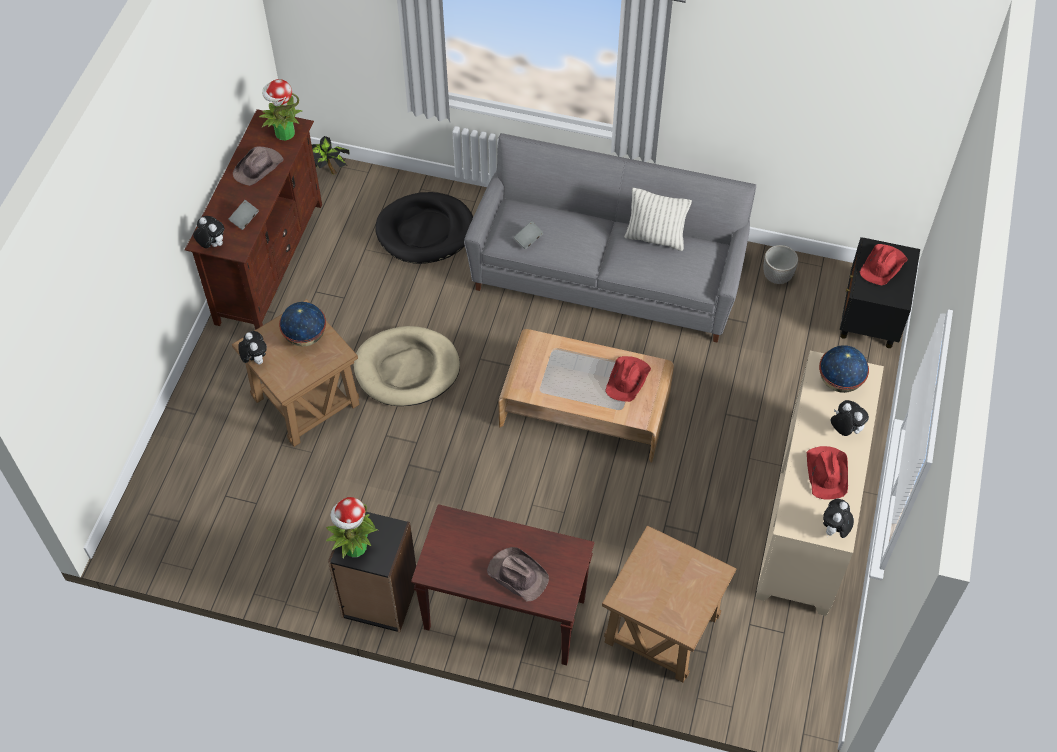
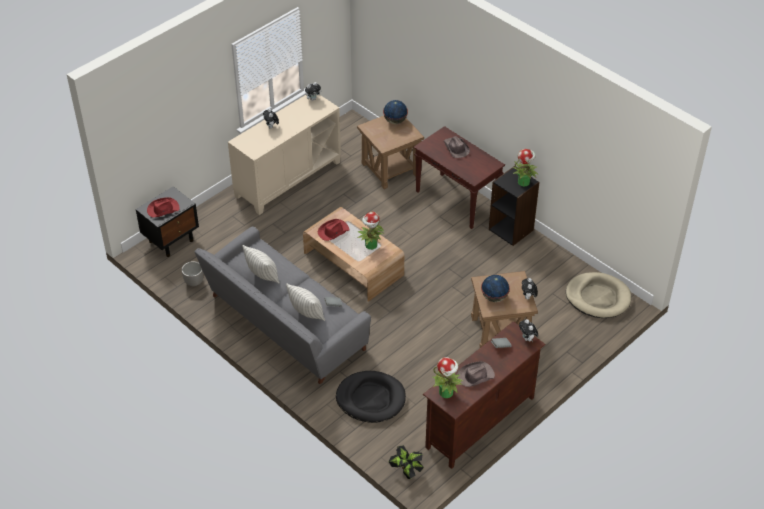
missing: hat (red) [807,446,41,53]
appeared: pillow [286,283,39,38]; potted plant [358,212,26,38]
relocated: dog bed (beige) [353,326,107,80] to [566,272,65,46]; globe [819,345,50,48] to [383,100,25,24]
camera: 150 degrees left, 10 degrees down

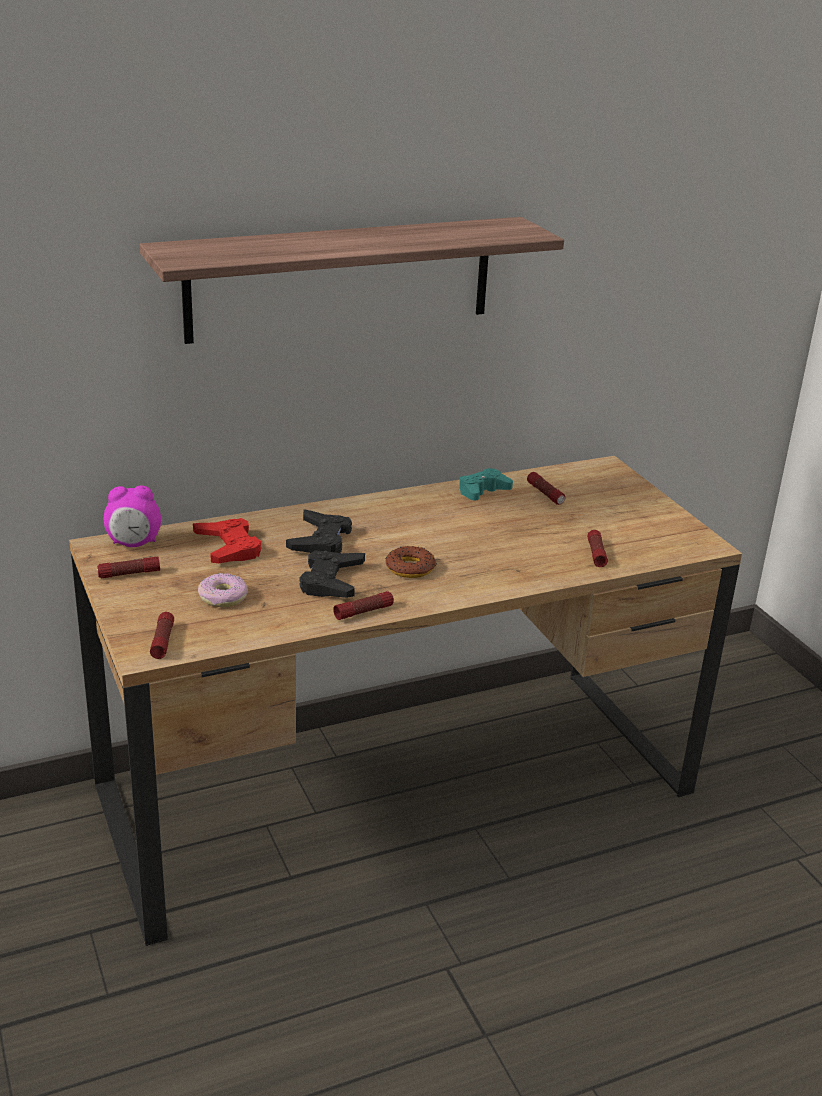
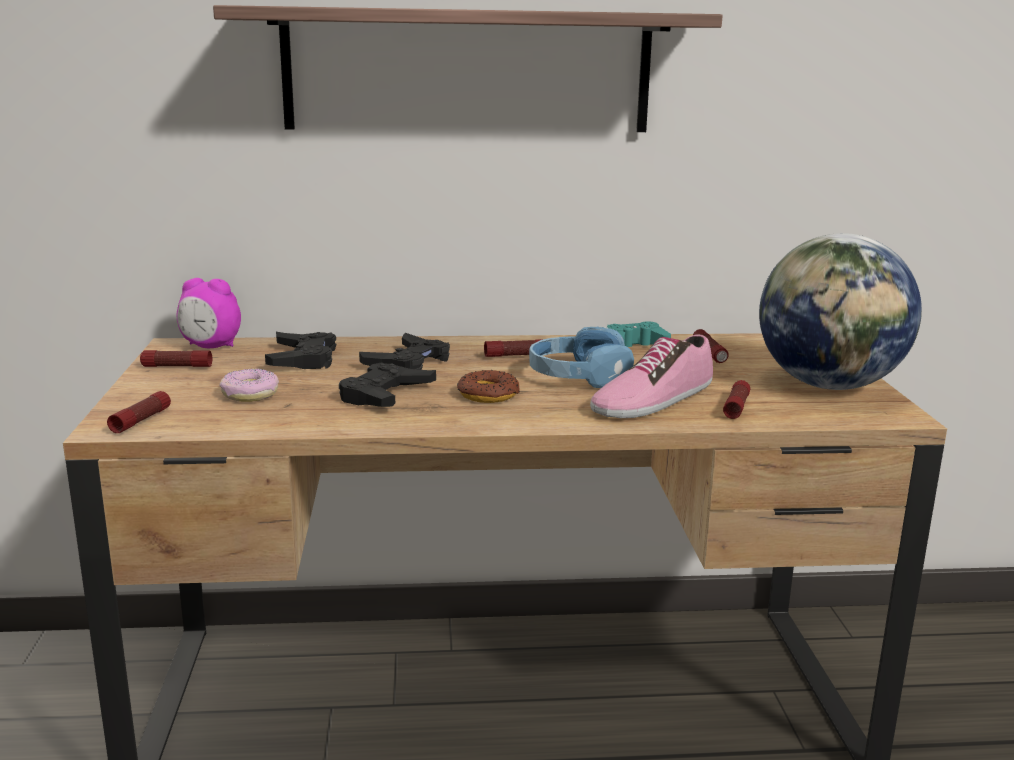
appeared: headphones (blue) [529,326,105,62]; shoe [590,334,123,84]; globe [759,233,163,157]
relocated: flashlight [333,591,61,29] to [484,339,59,18]
colour: game controller (red) [193,518,68,45] to game controller (black) [265,332,71,37]
camera: 20 degrees right, 10 degrees down

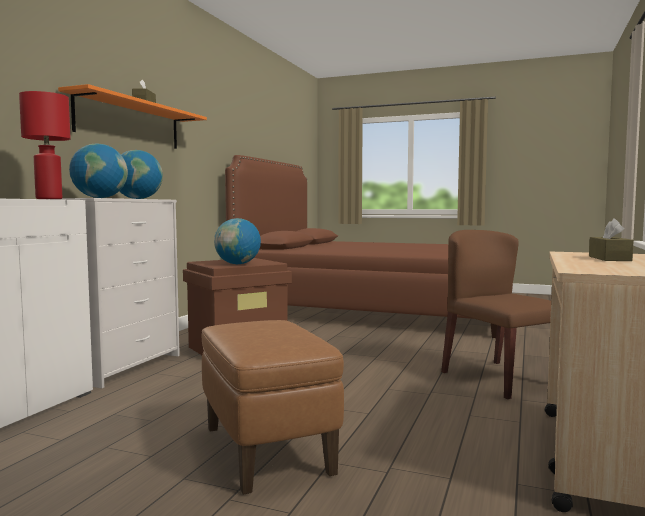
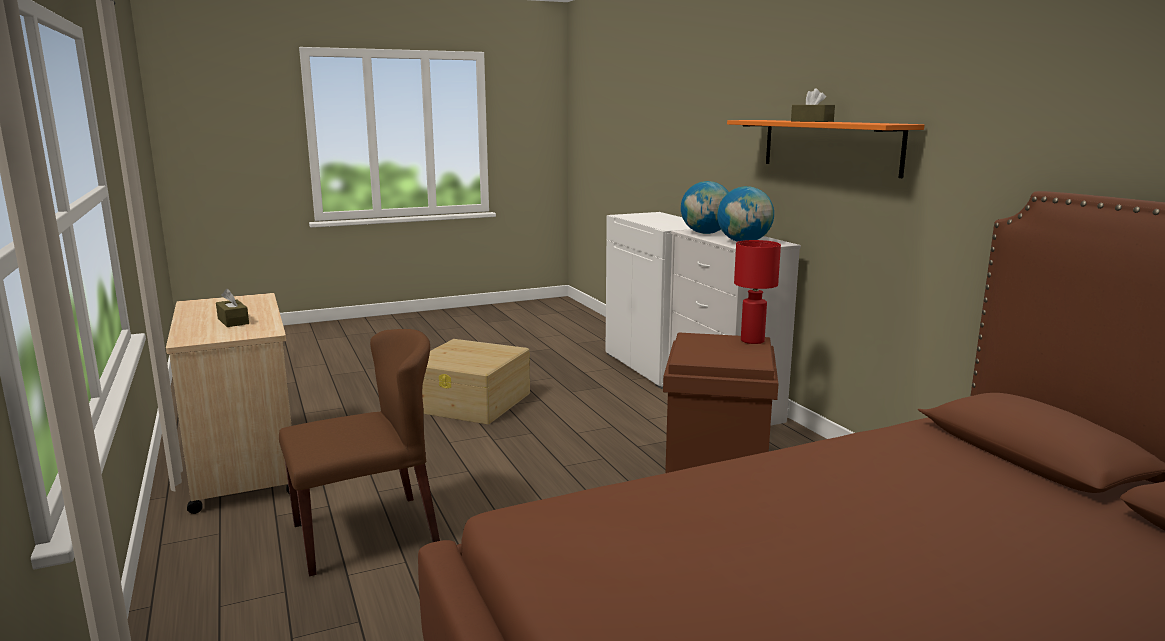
missing: globe [214,218,47,46]
relocated: table lamp (red) [19,91,52,108] to [734,240,47,104]
exchanged: ottoman (brown) [202,320,142,175] to storage box (beige) [422,339,108,85]
spun: chair (brown) [441,230,110,169] = [279,329,161,247] 45 degrees counterclockwise
camera: 135 degrees right, 10 degrees up

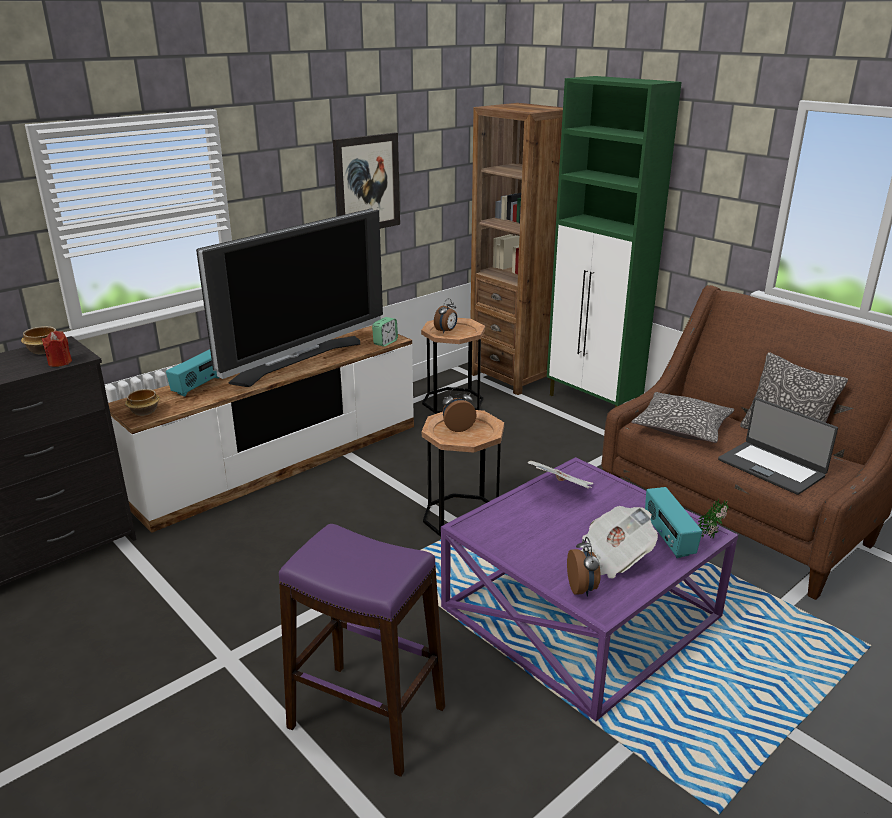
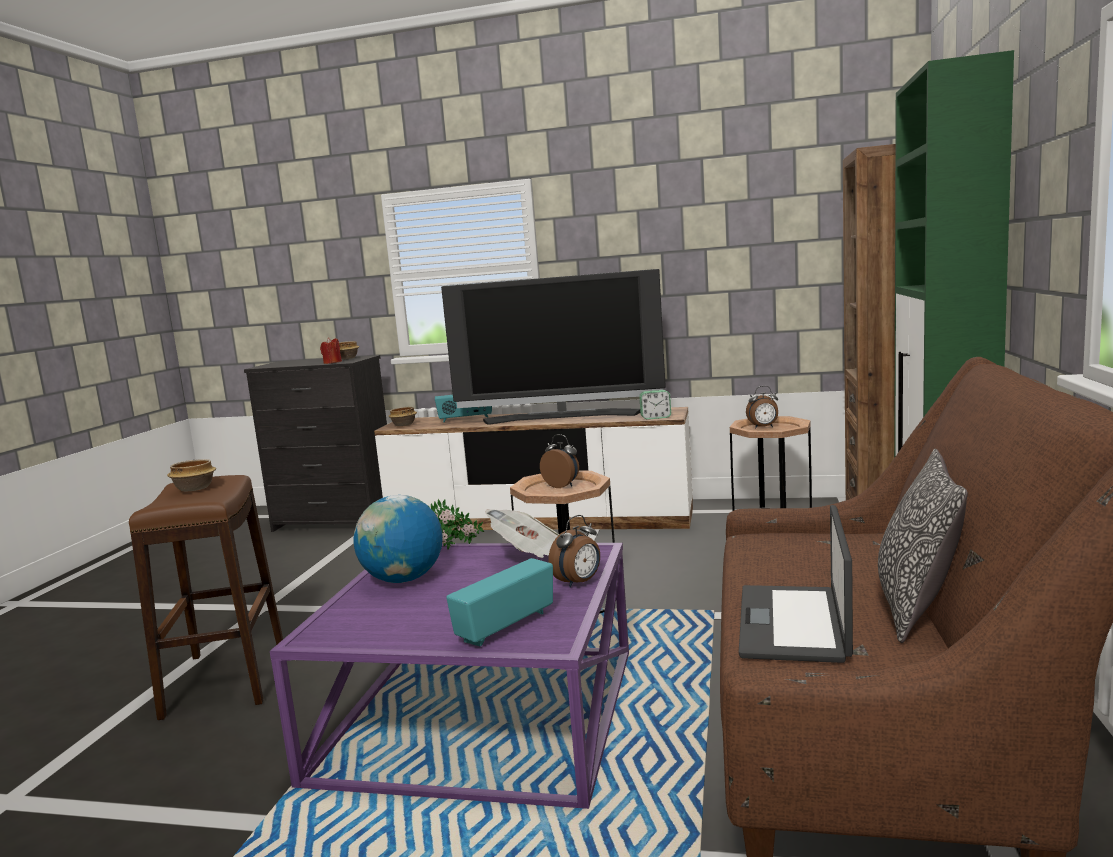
missing: picture [333,133,67,96]; newspaper [581,506,77,73]; pillow [631,392,104,51]
appeared: bowl [167,459,49,32]; globe [354,495,89,88]
relocated: alarm clock [567,537,34,60] to [548,515,52,73]; potted plant [698,499,31,39] to [431,499,53,51]
colour: stool (purple) [279,524,166,253] to stool (brown) [129,475,154,245]
camera: 55 degrees right, 15 degrees down

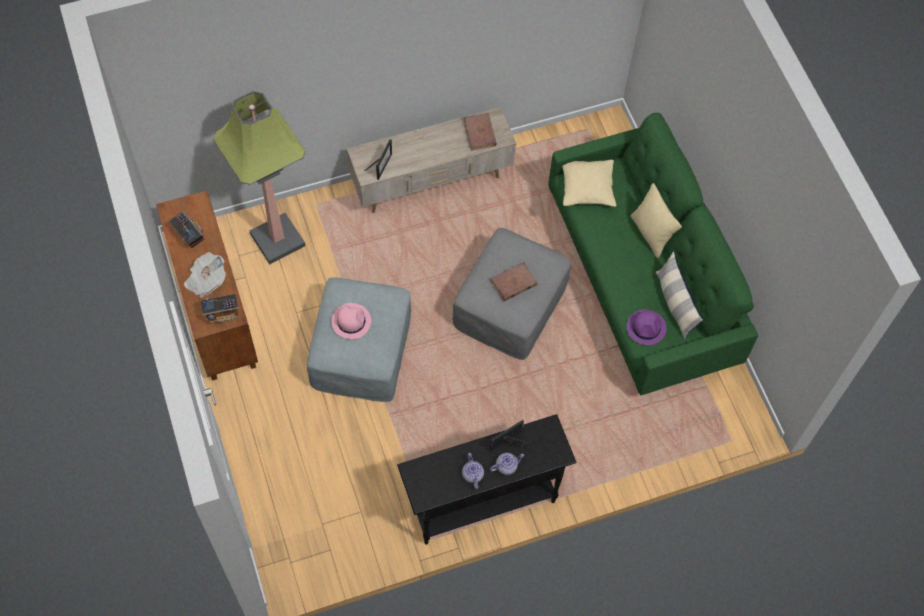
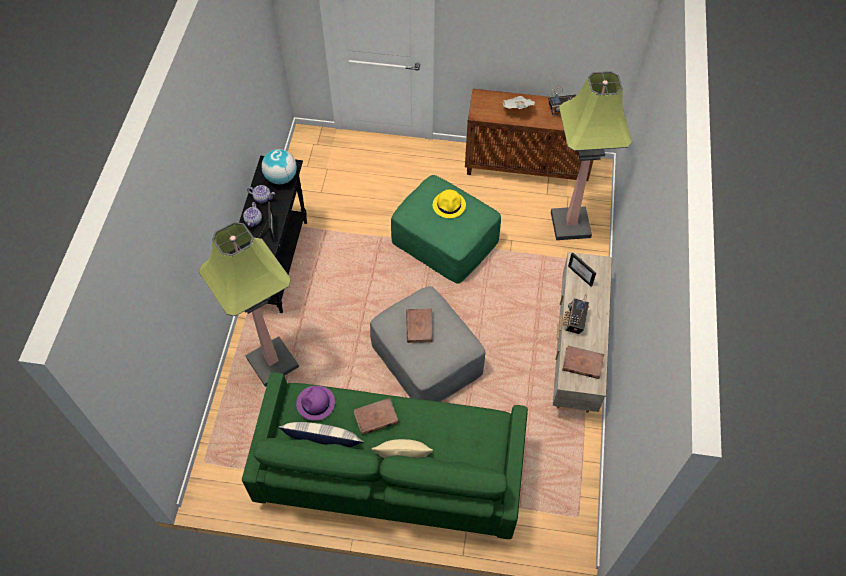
missing: pillow (beige) [562,160,55,47]
appeared: floor lamp [199,222,100,165]; globe [261,149,36,36]; book (brown) [353,398,46,37]
relocated: radio [199,292,40,32] to [563,293,26,41]
colour: ottoman (grey) [307,277,104,125] to ottoman (green) [391,175,110,109]; hat (pink) [331,303,40,36] to hat (yellow) [433,190,33,28]
camera: 120 degrees right, 5 degrees down

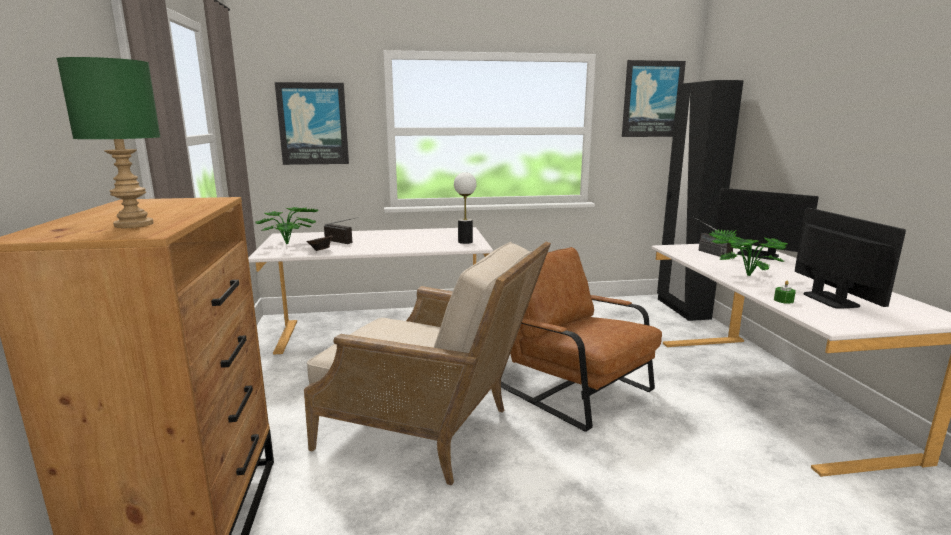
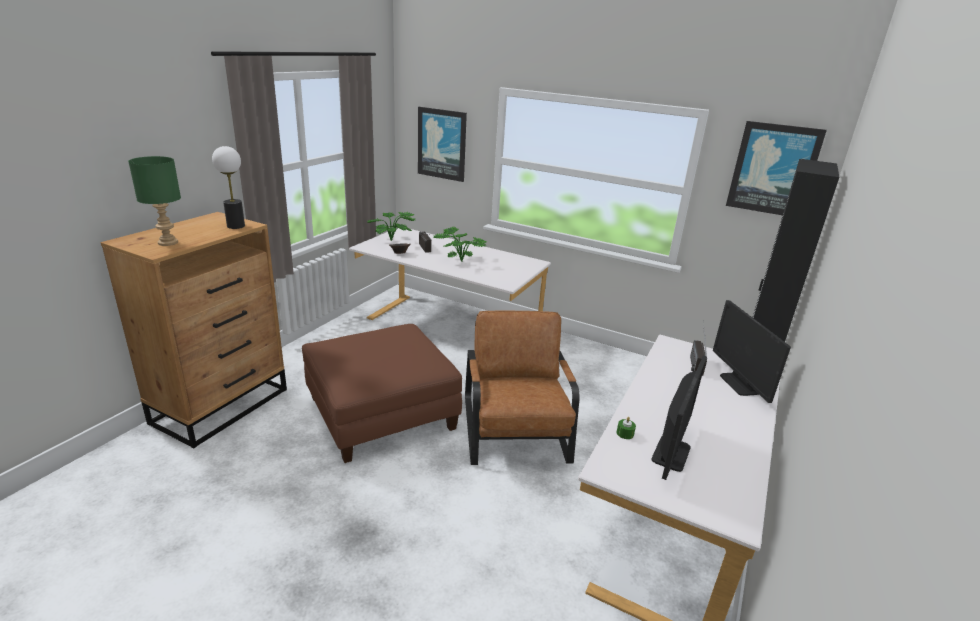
relocated: table lamp [454,172,23,72] to [212,146,33,83]; potted plant [709,229,79,47] to [433,226,53,36]
exchanged: armchair (beige) [304,241,247,244] to ottoman (brown) [302,324,160,139]
camera: 35 degrees right, 10 degrees up

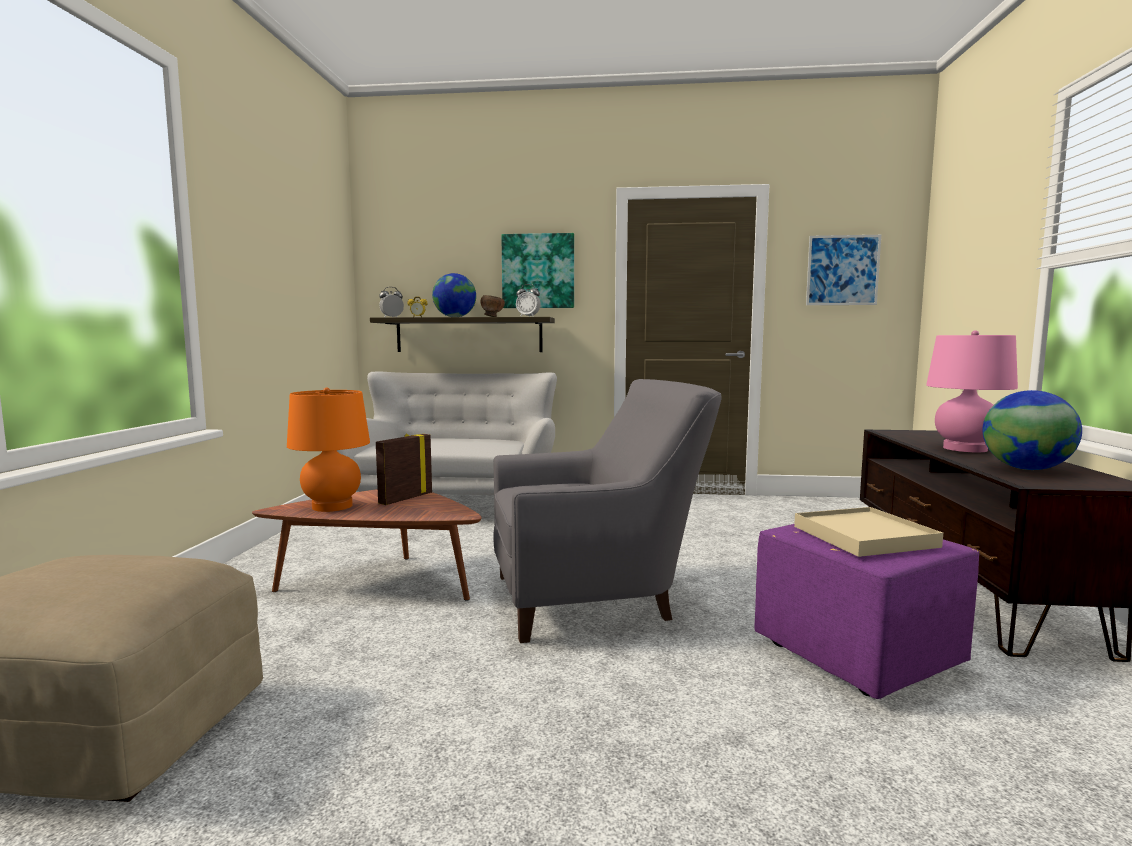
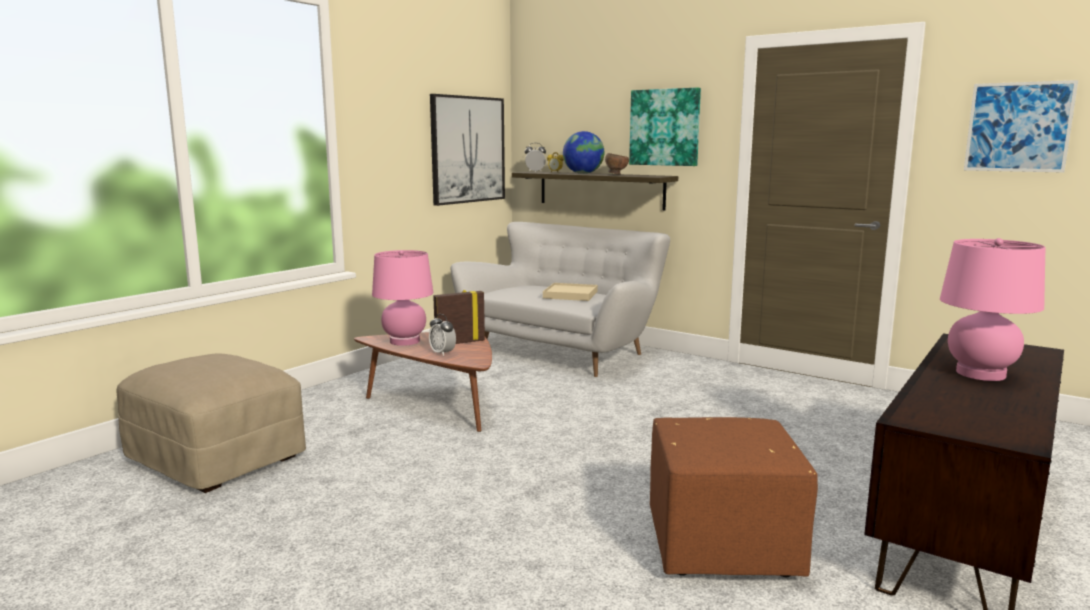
missing: armchair (grey) [493,379,229,264]; globe [983,390,99,80]
appeared: picture [430,94,75,112]
relocated: alarm clock [516,284,25,33] to [429,314,27,42]; tray (beige) [794,507,149,50] to [543,283,55,18]
colour: table lamp (orange) [287,388,83,124] to table lamp (pink) [372,250,61,96]; ottoman (purple) [754,524,225,175] to ottoman (brown) [650,417,168,160]
camera: 30 degrees right, 5 degrees up

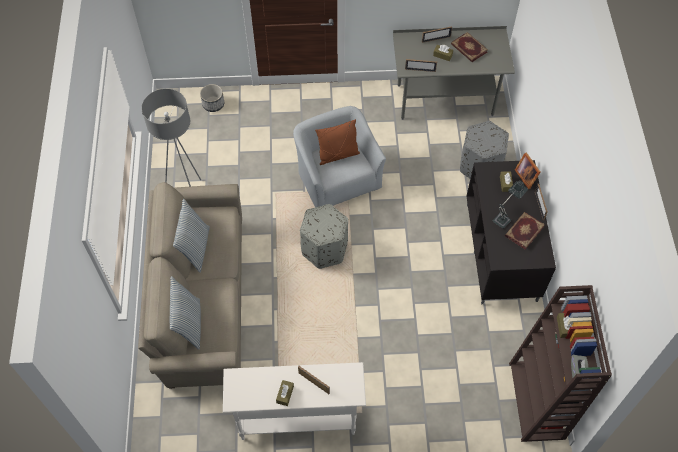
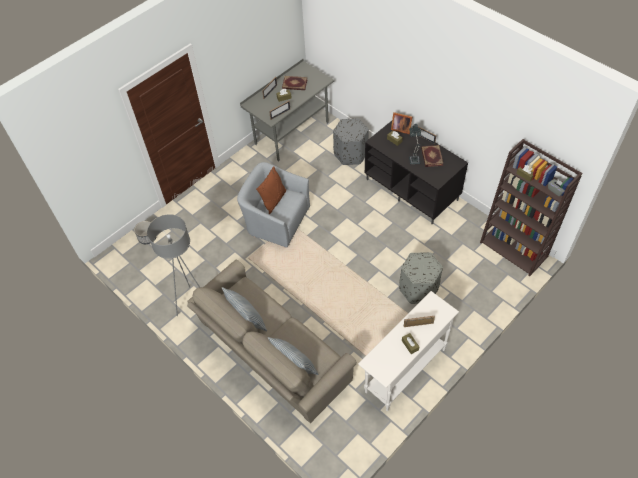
relocated: ottoman (grey) [300,204,48,65] to [399,252,44,52]
camera: 40 degrees left, 5 degrees down

